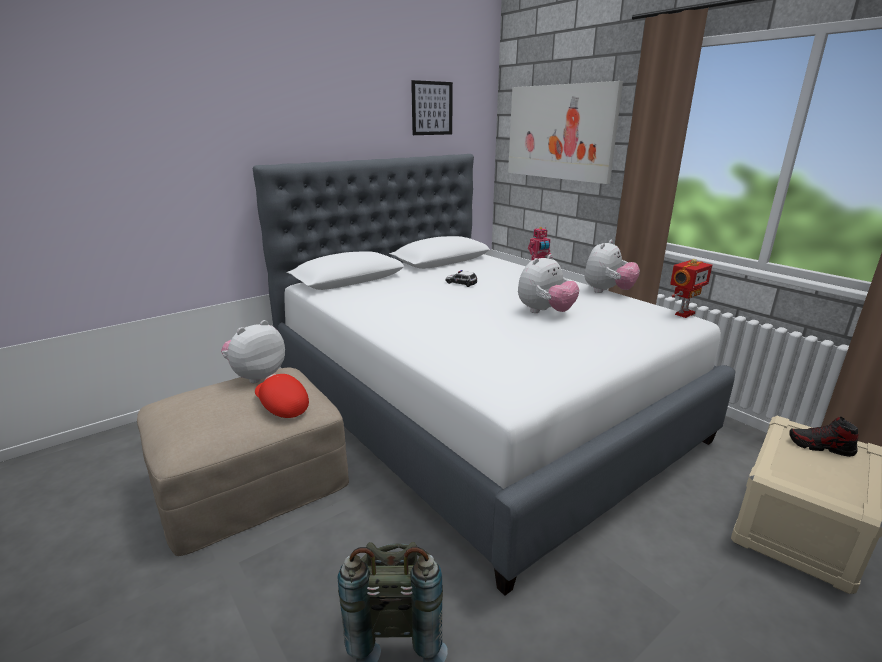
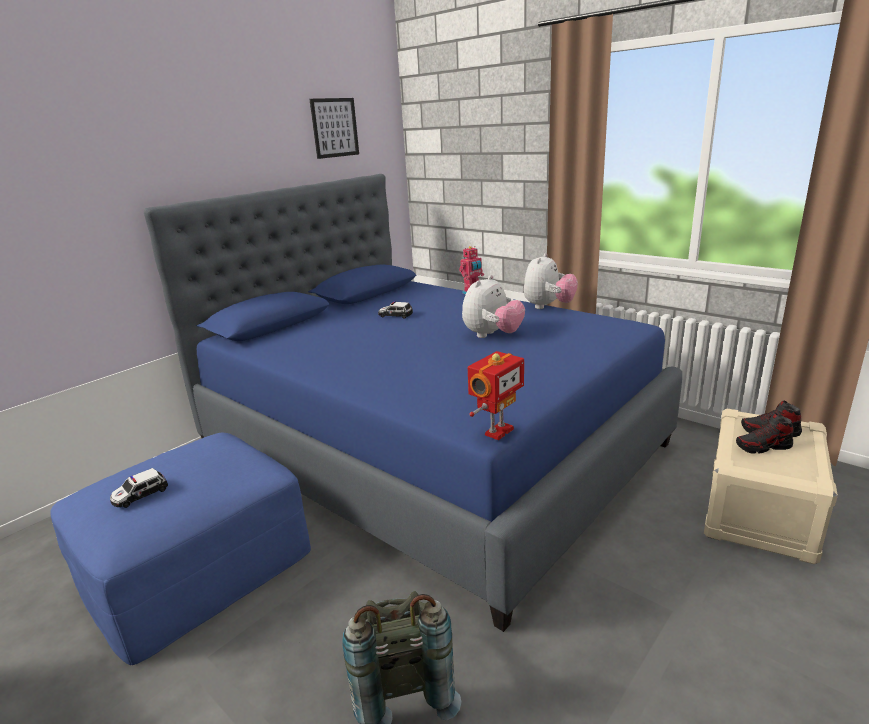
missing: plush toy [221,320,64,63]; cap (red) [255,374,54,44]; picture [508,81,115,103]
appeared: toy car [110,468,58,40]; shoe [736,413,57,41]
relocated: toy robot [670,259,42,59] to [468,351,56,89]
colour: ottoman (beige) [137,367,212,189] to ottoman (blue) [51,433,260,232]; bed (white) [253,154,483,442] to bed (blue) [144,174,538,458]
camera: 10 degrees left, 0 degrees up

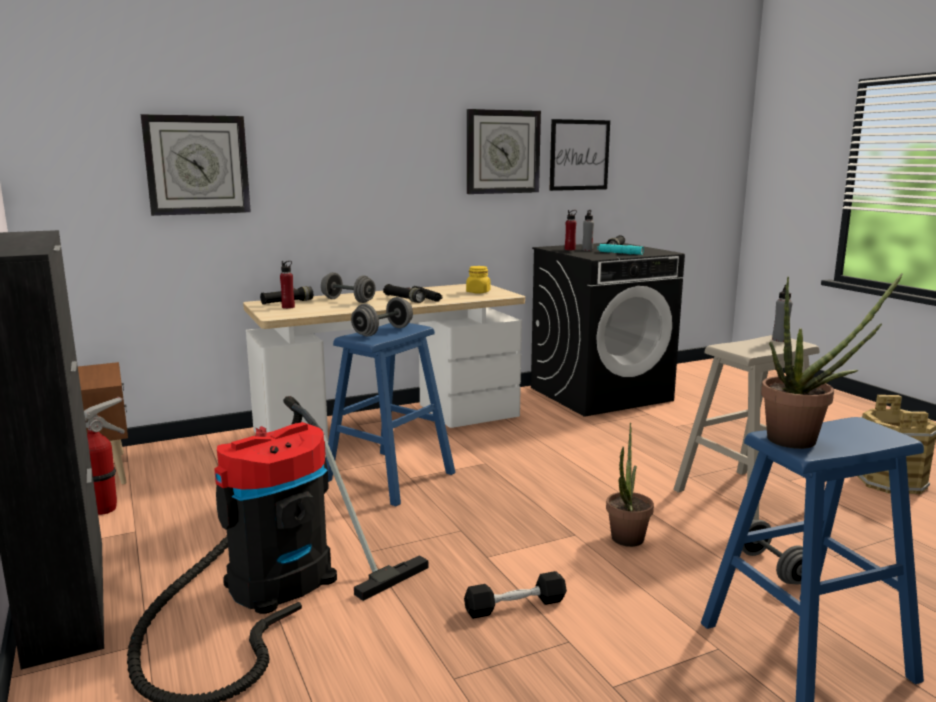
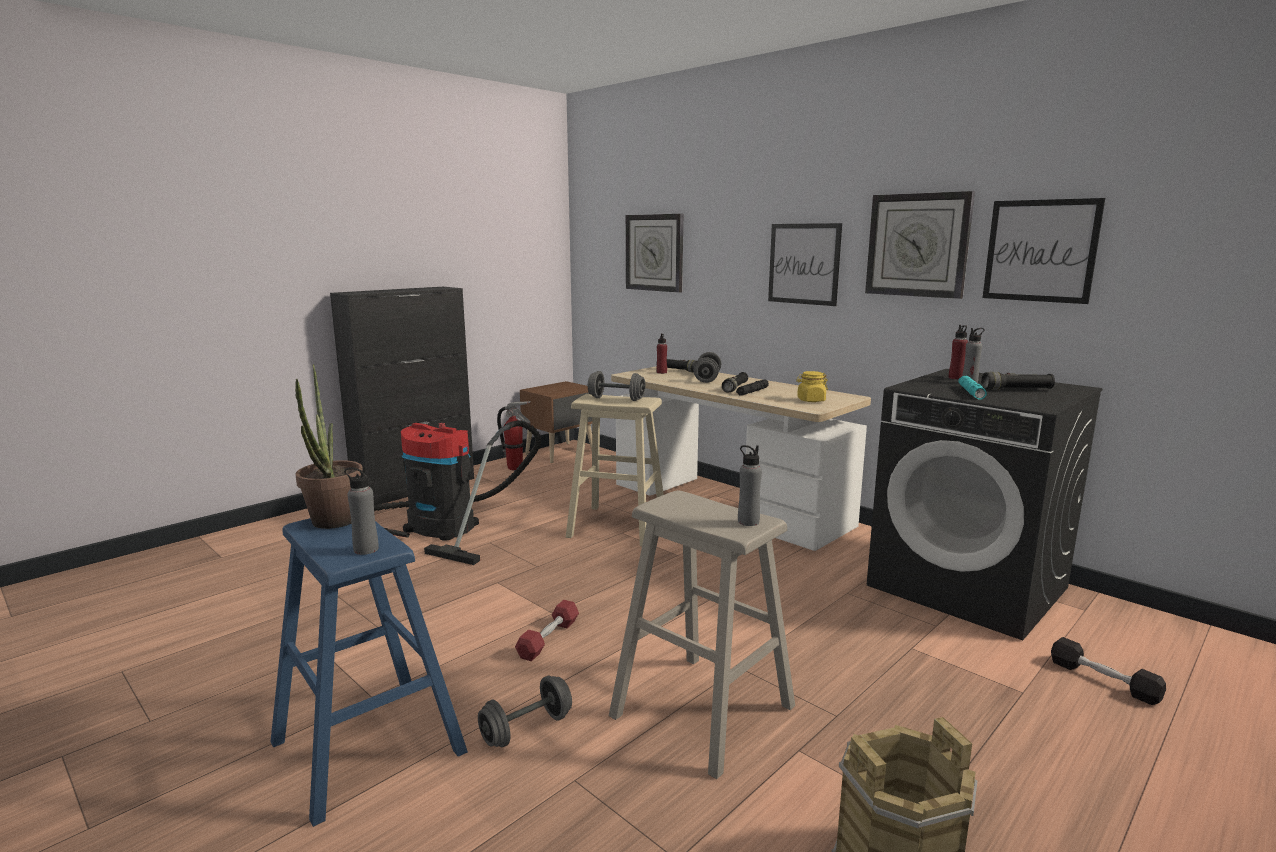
appeared: bottle (grey) [344,465,34,90]; picture [768,223,74,83]
relocated: dumbbell (black) [464,571,103,48] to [1051,637,115,68]
exchanged: potted plant [606,423,48,124] to dumbbell (red) [515,600,64,61]
colour: stool (blue) [326,323,129,183] to stool (beige) [566,394,98,152]
camera: 70 degrees right, 0 degrees up

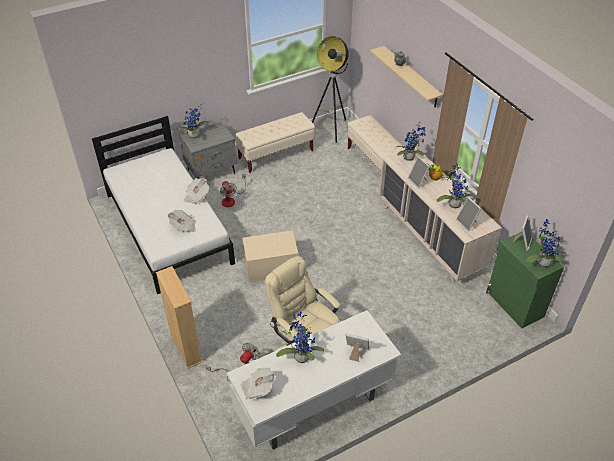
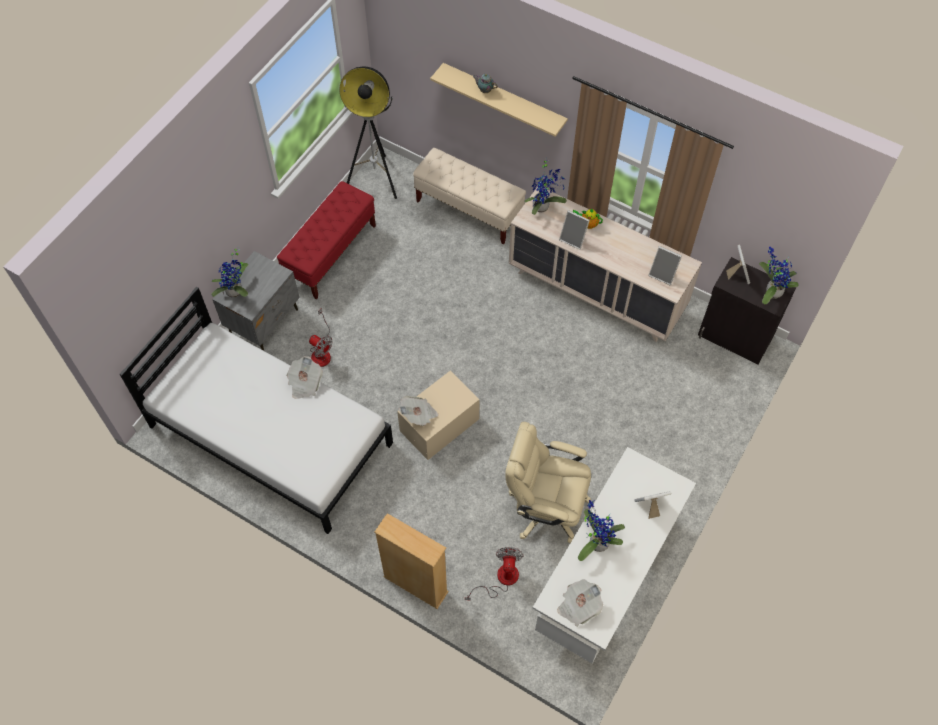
missing: potted plant [436,163,39,46]
relocated: newspaper [168,210,28,22] to [399,396,39,30]
colour: bench (beige) [235,112,80,61] to bench (red) [277,181,99,118]; cabinet (green) [486,231,78,97] to cabinet (black) [698,257,98,107]
camera: 30 degrees left, 15 degrees up

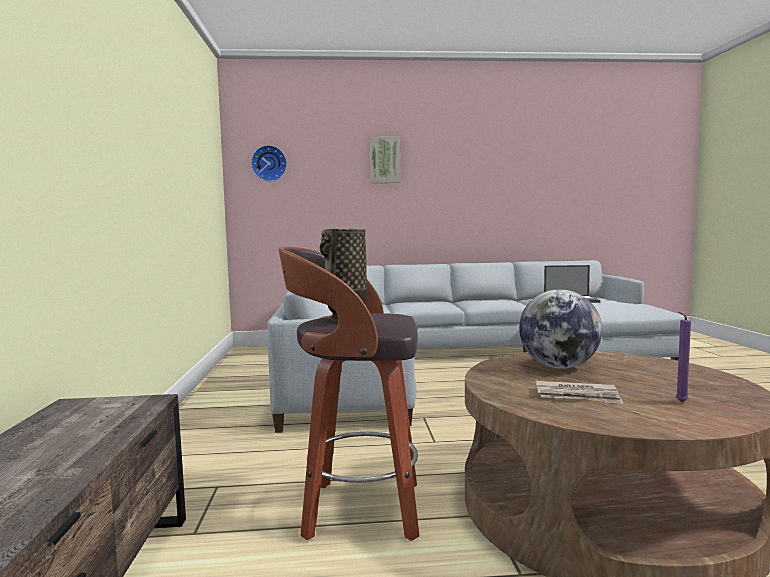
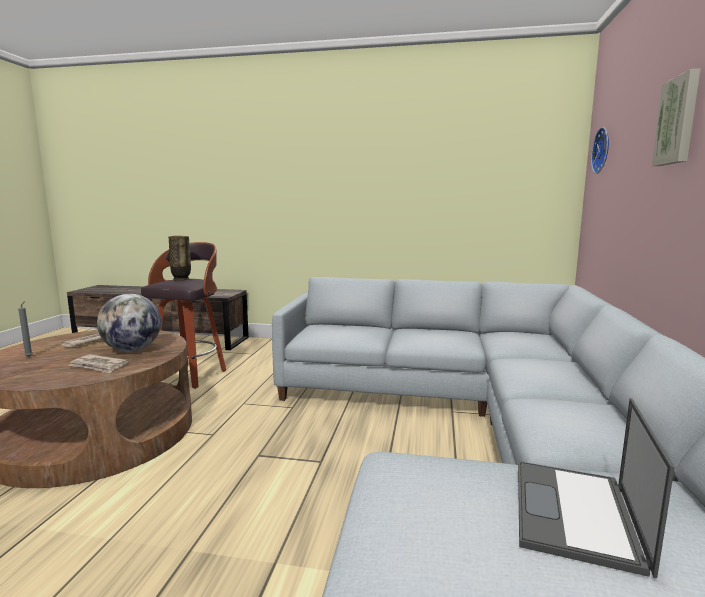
appeared: newspaper [68,354,61,19]
colour: candle (purple) [676,312,15,90] to candle (grey) [18,301,15,56]
camera: 105 degrees right, 5 degrees up

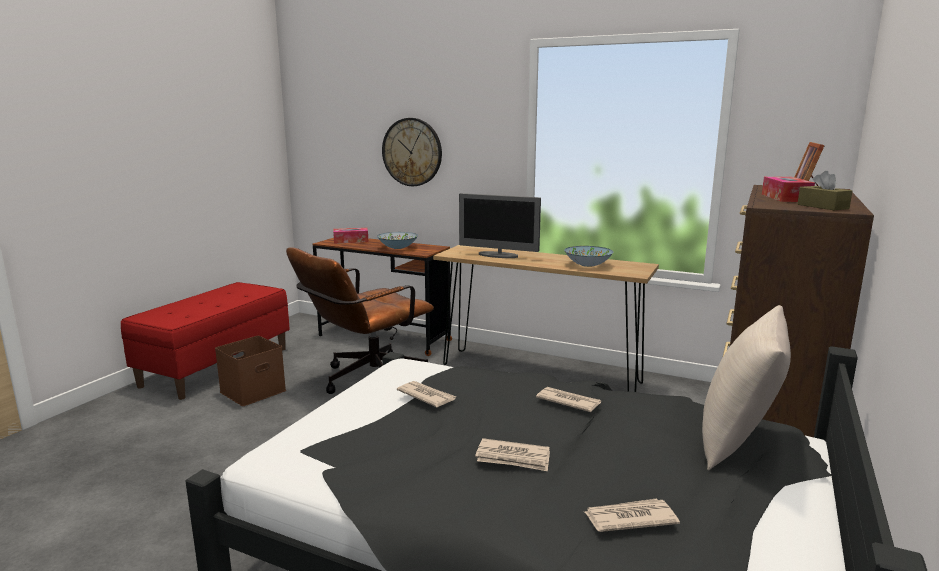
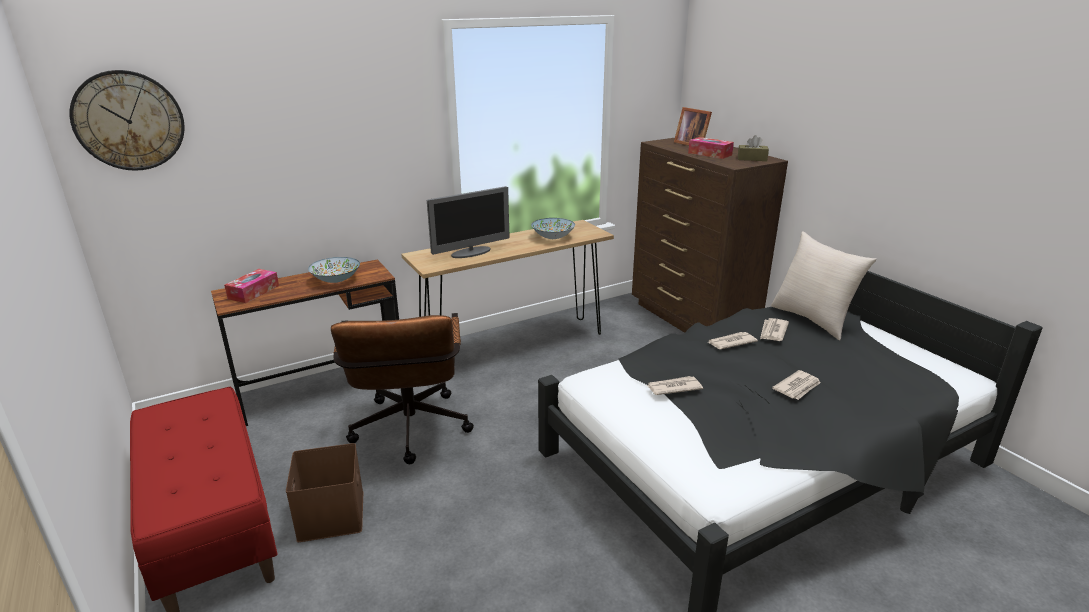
relocated: wall clock [382,118,60,68] to [69,70,116,101]; newspaper [585,499,95,33] to [760,318,29,23]
camera: 55 degrees left, 10 degrees up

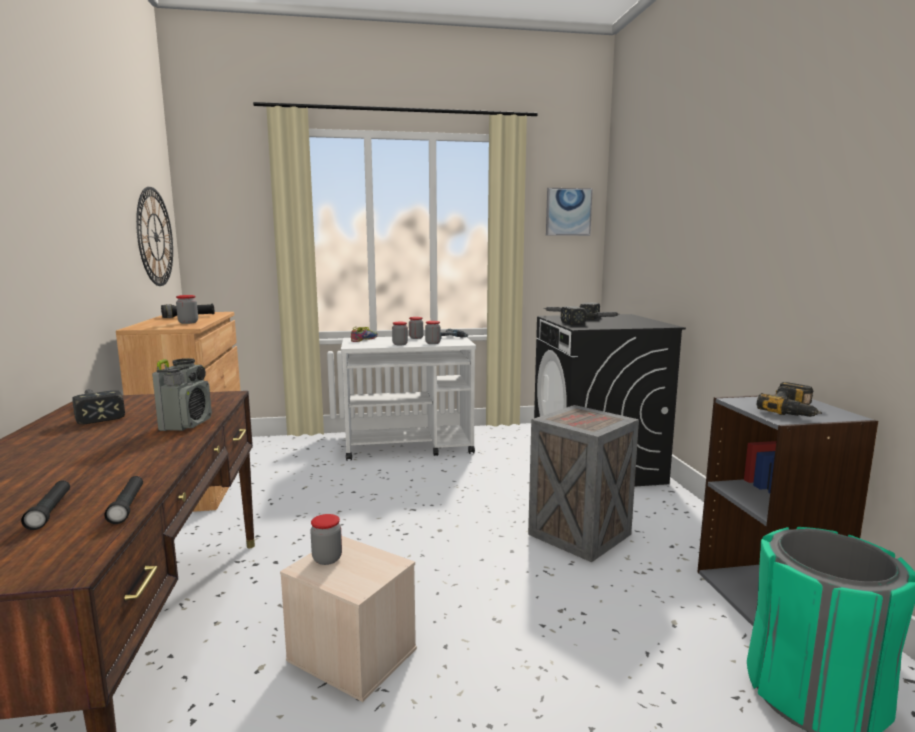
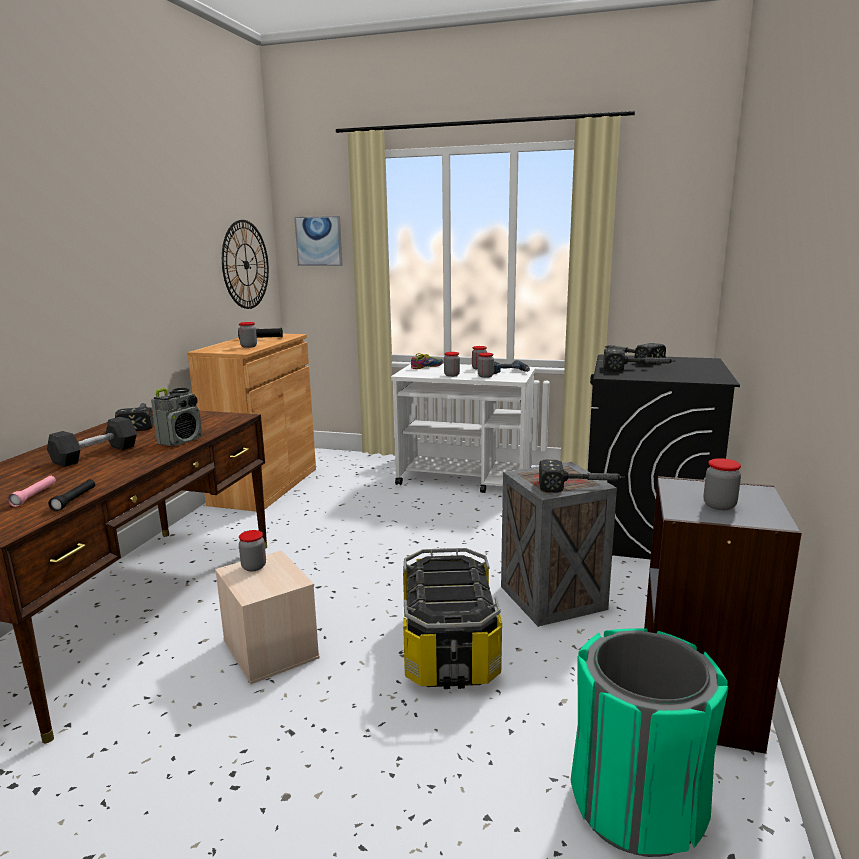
appeared: dumbbell (grey) [47,417,90,50]; storage box [403,548,99,141]; hammer [539,460,86,32]
relocated: picture [546,188,47,48] to [294,216,49,50]
exchanged: power drill [757,382,65,35] to jar [704,458,37,52]
colour: flashlight (black) [21,480,49,50] to flashlight (pink) [8,476,48,31]
camera: 25 degrees right, 5 degrees up

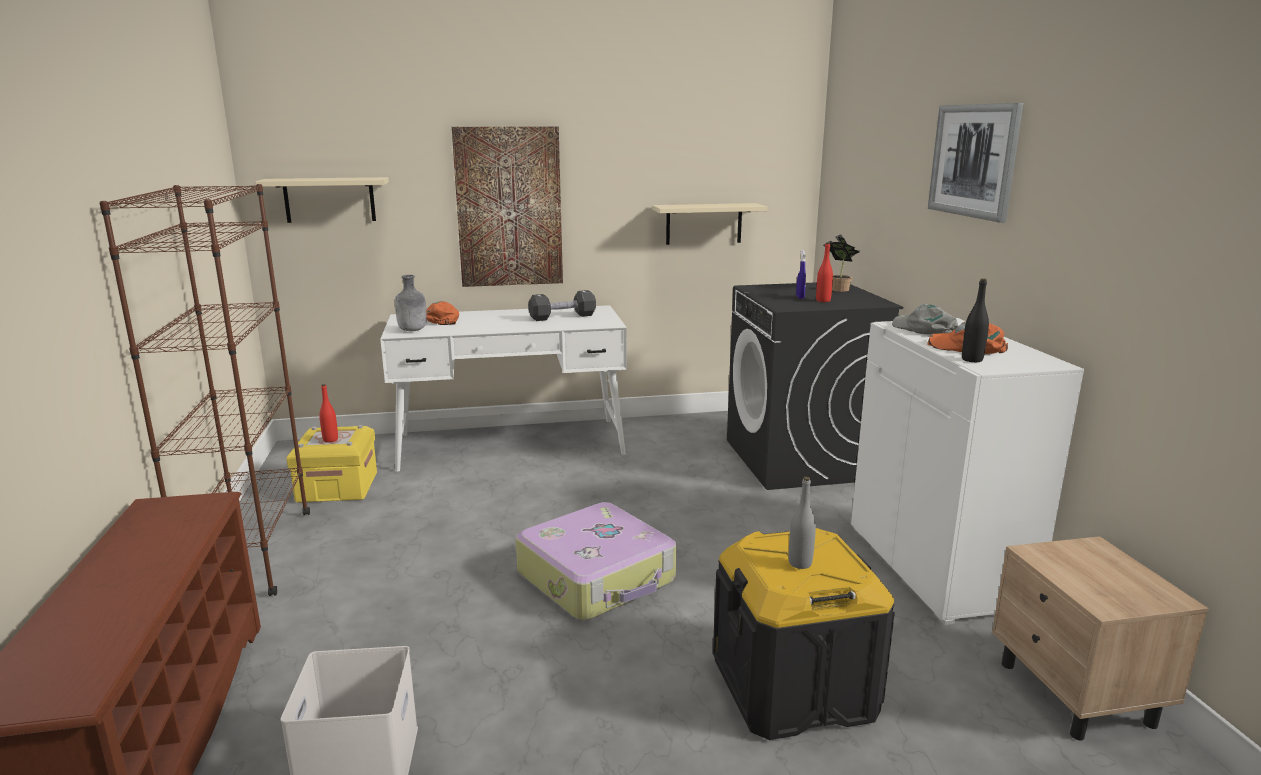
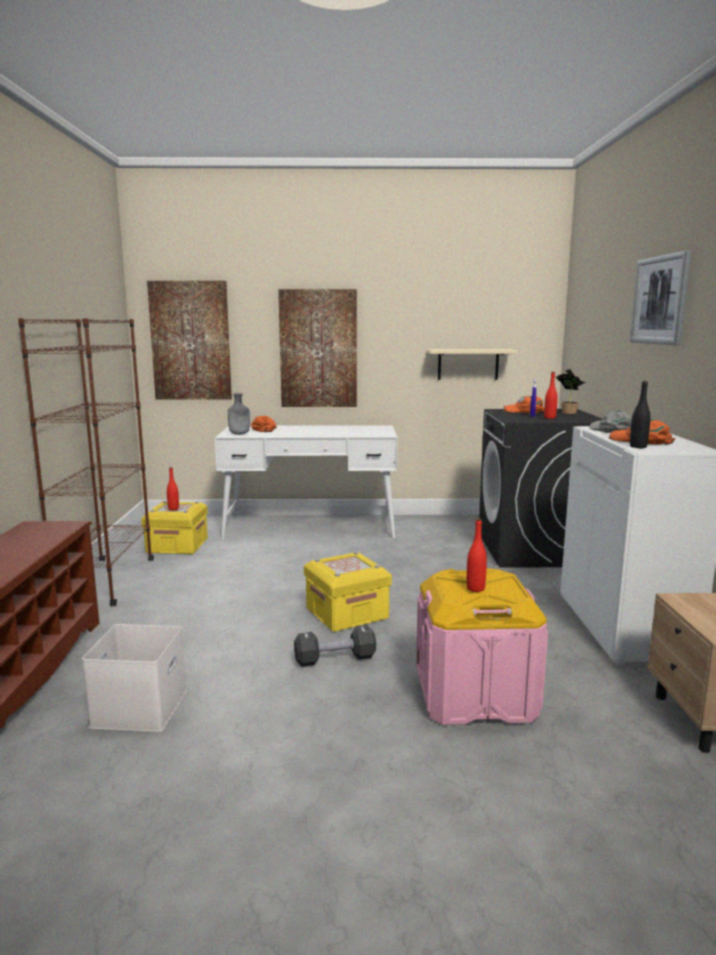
appeared: cap (orange) [503,396,41,17]
relocated: dumbbell (black) [528,290,68,31] to [294,626,82,41]
exchanged: shelf (beige) [255,177,134,46] to picture [147,281,85,119]; suitcase [516,502,160,118] to storage box (yellow) [304,551,88,81]
colour: storage box (black) [713,528,182,212] to storage box (pink) [416,568,132,157]; bottle (grey) [789,477,27,92] to bottle (red) [467,518,20,74]
camera: 10 degrees right, 5 degrees down

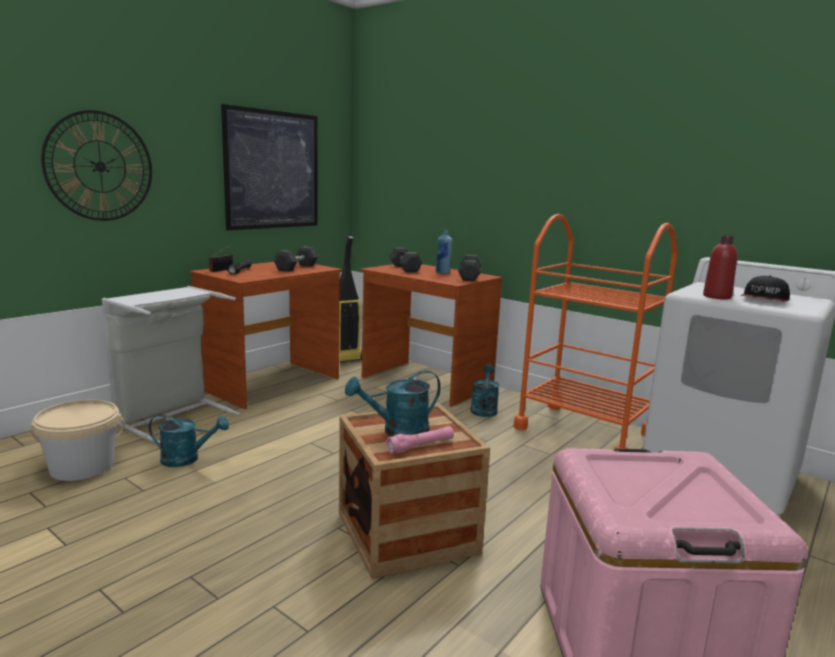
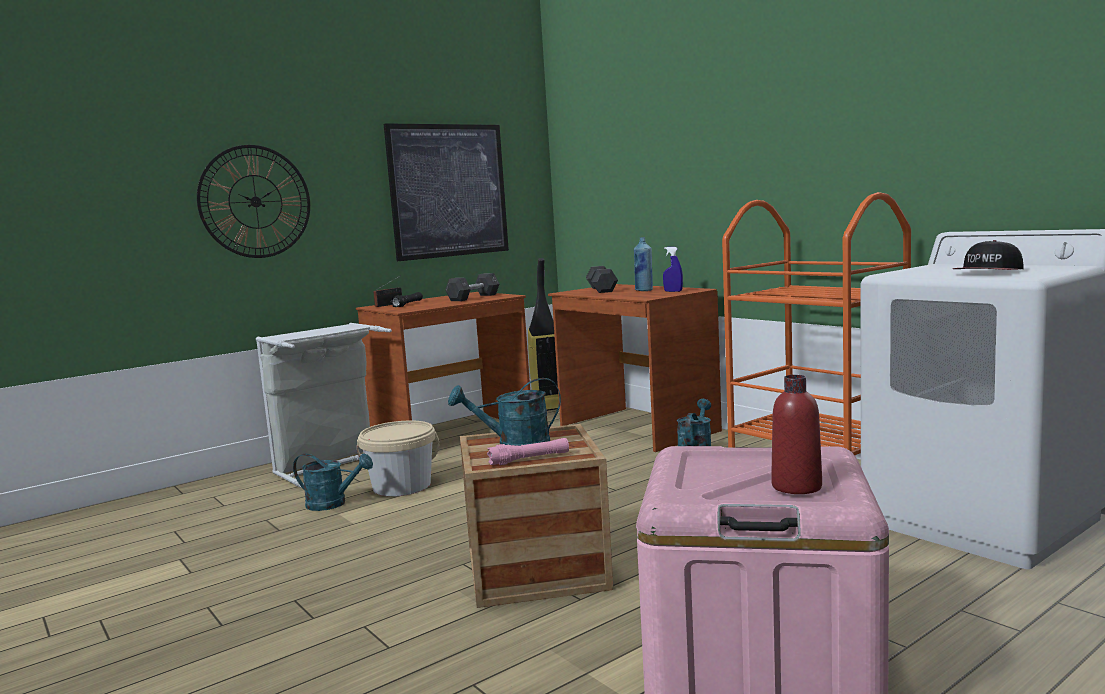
relocated: bucket (beige) [31,400,94,81] to [357,420,82,77]; bottle (red) [703,235,35,64] to [771,375,51,119]
exchanged: dumbbell (grey) [458,255,24,26] to spray bottle (blue) [663,247,20,45]
camera: 15 degrees right, 5 degrees down

